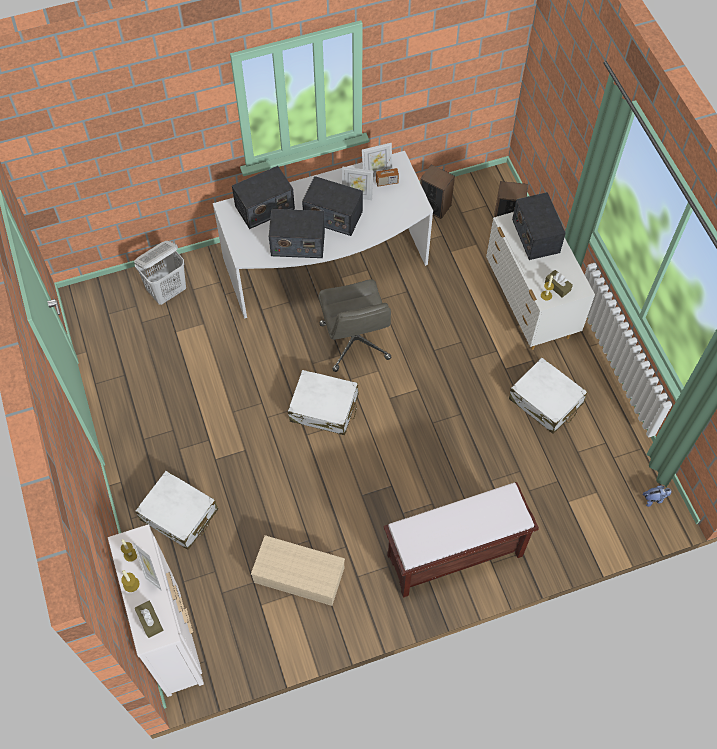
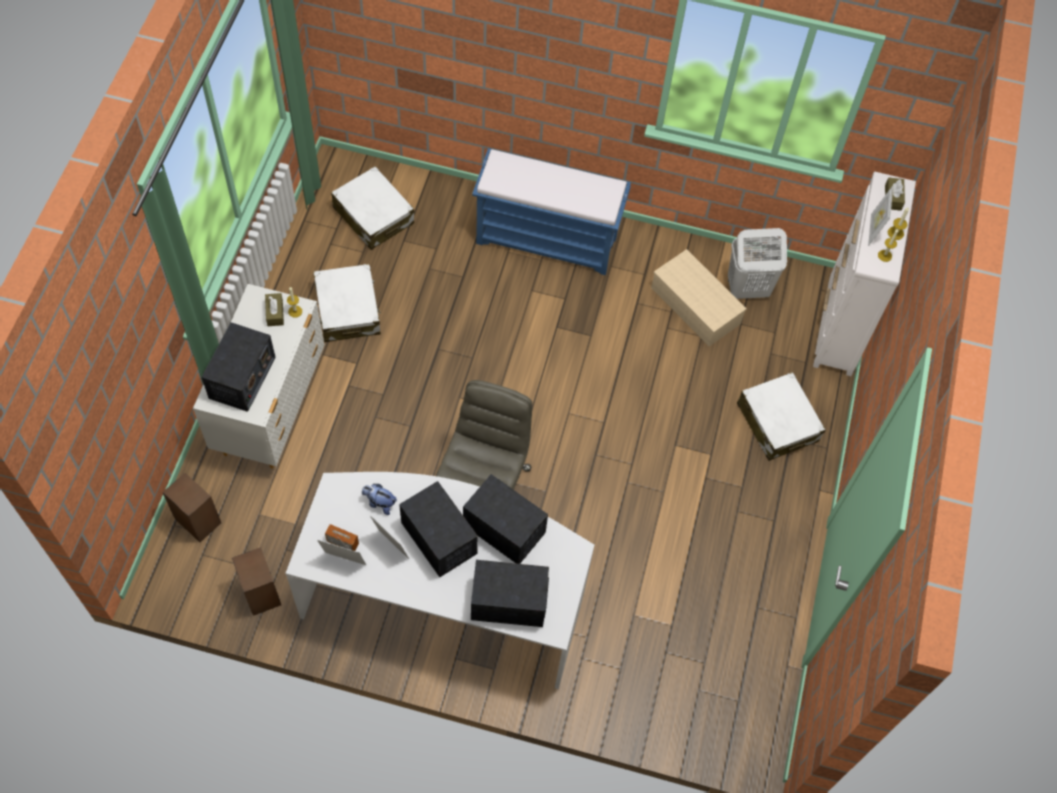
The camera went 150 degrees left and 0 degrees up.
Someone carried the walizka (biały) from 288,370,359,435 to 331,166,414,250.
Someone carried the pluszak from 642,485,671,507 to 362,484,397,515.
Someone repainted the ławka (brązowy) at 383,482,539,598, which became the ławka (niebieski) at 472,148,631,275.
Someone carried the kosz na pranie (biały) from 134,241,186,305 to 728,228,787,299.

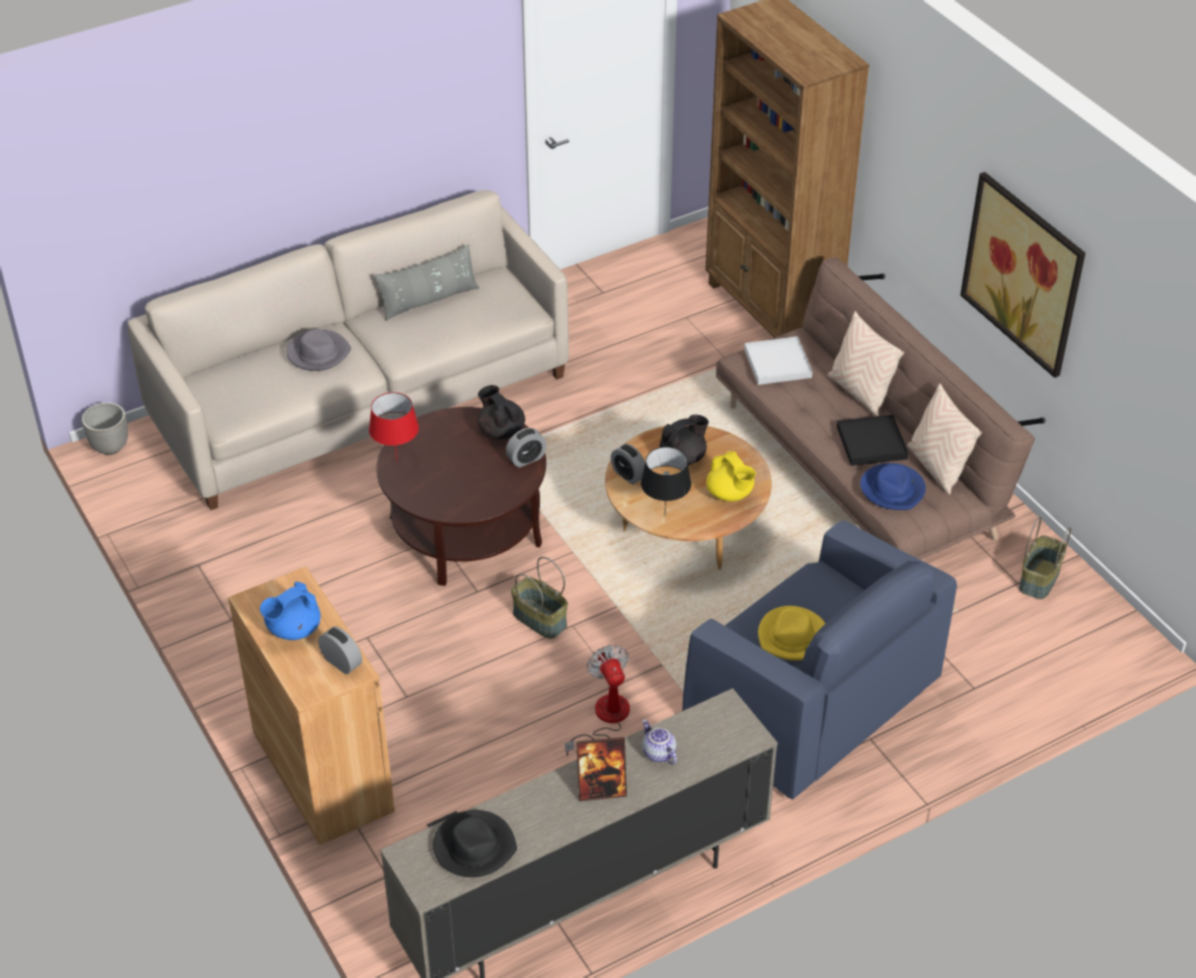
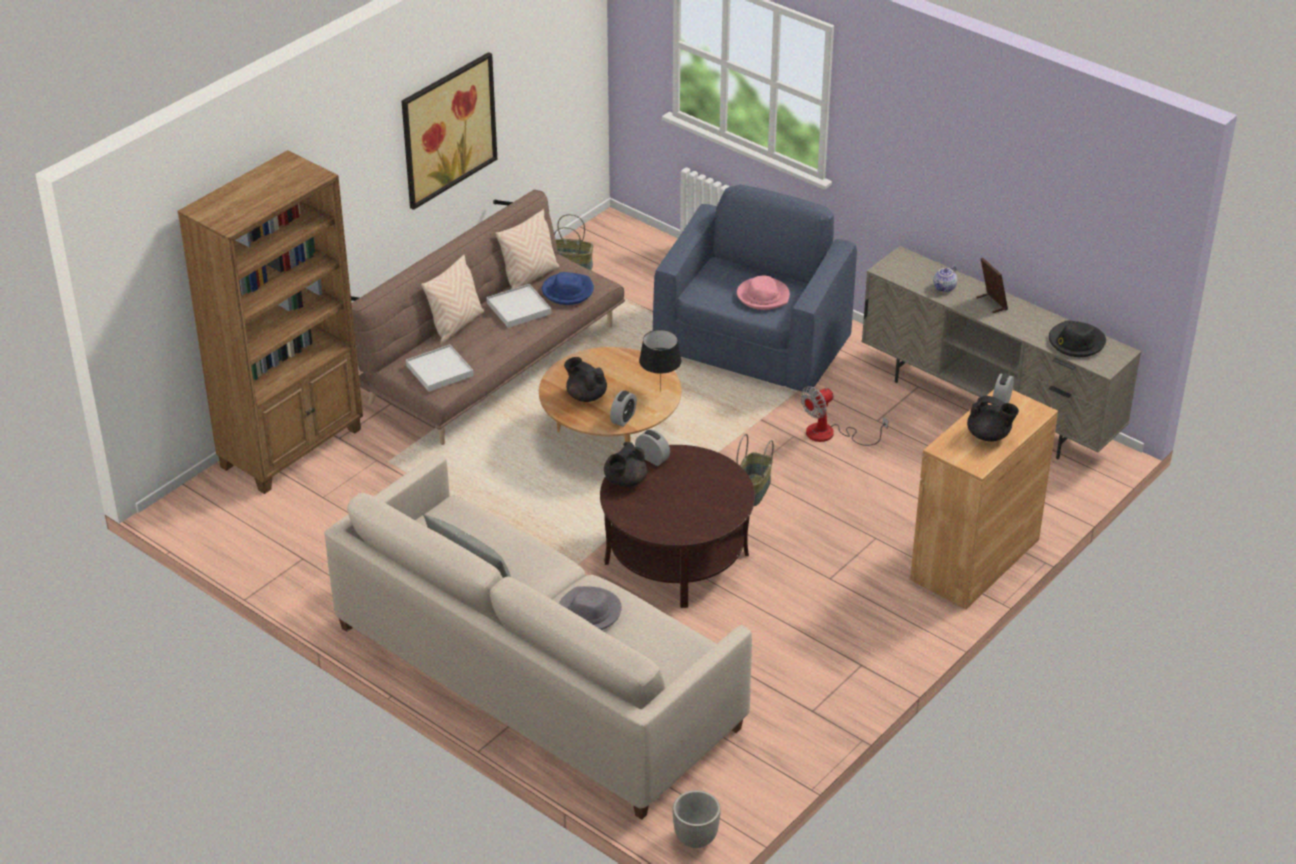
The camera went 110 degrees left and 5 degrees down.
Someone repainted the taca (czarny) at 837,415,908,466, which became the taca (biały) at 486,284,551,328.
Someone repainted the kapelusz (żółty) at 758,606,825,661, which became the kapelusz (różowy) at 737,276,790,310.
Someone repainted the imbryk (niebieski) at 260,582,321,640, which became the imbryk (czarny) at 967,396,1019,442.
Someone took away the lampa stołowa (czerwony) at 369,392,419,459.
Someone took away the imbryk (żółty) at 706,451,756,501.

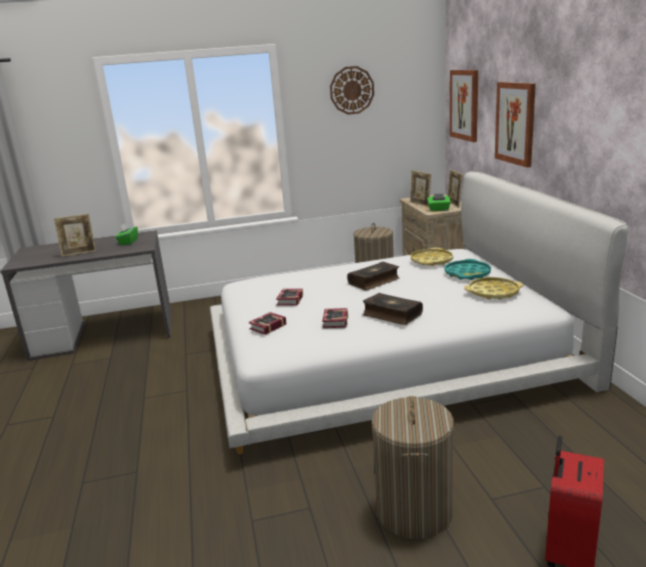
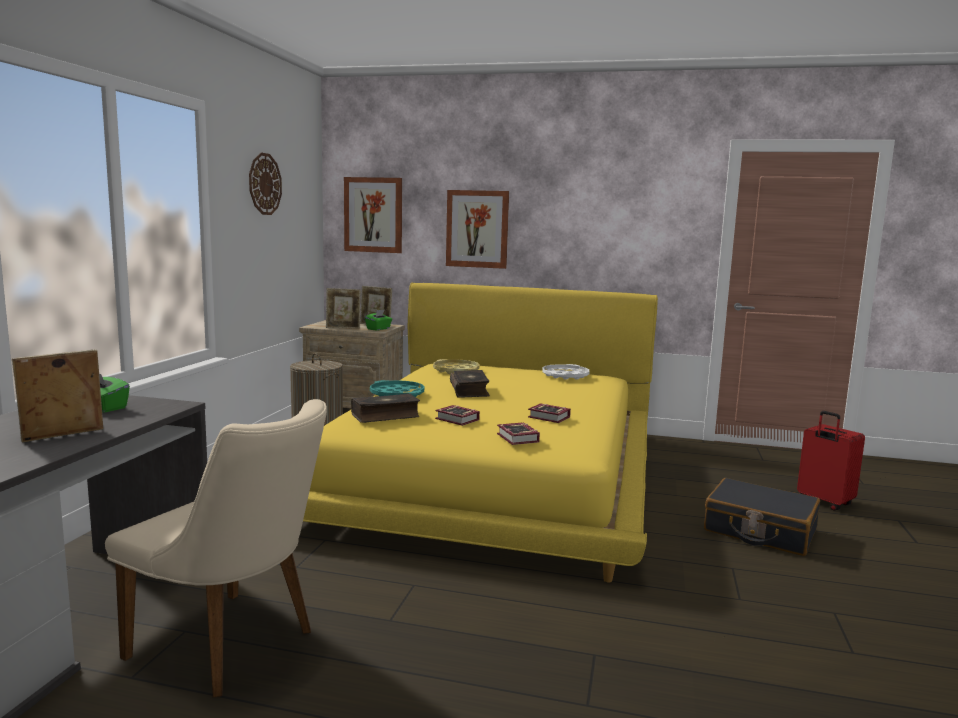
The camera went 65 degrees left and 10 degrees down.
Someone rotated the ramka na zdjęcie at 54,214,96,257 by 135 degrees counterclockwise.
Someone put down the krzesło (beżowy) at 105,399,327,697.
Someone repainted the łóżko (biały) at 210,171,628,454, which became the łóżko (żółty) at 303,283,658,582.
Someone carried the książka from 363,293,423,325 to 351,393,420,423.
Someone carried the taca (turkusowy) from 445,259,491,280 to 370,380,424,397.
Someone repainted the taca (żółty) at 464,277,523,300, which became the taca (biały) at 542,364,590,380.
Someone swapped the kosz na pranie at 372,396,454,539 for the walizka (czarny) at 704,478,820,556.

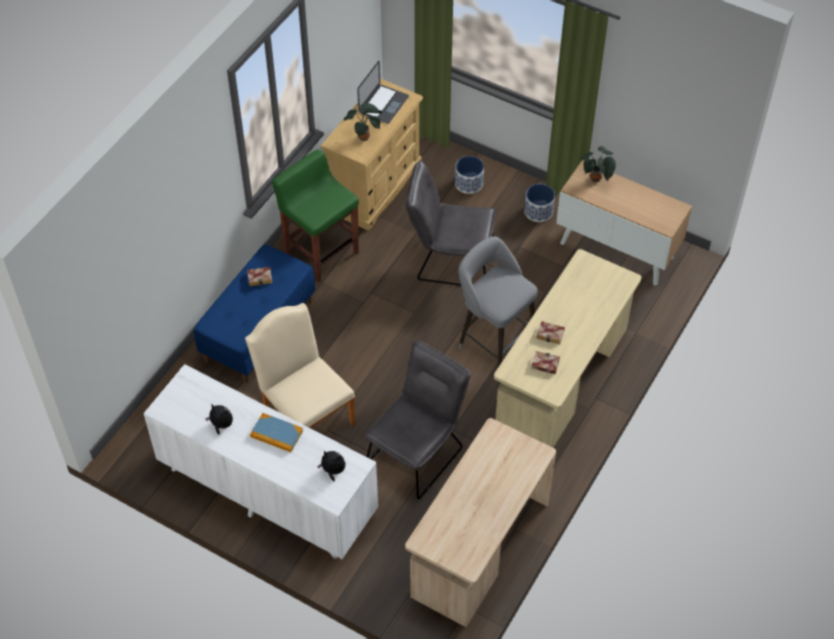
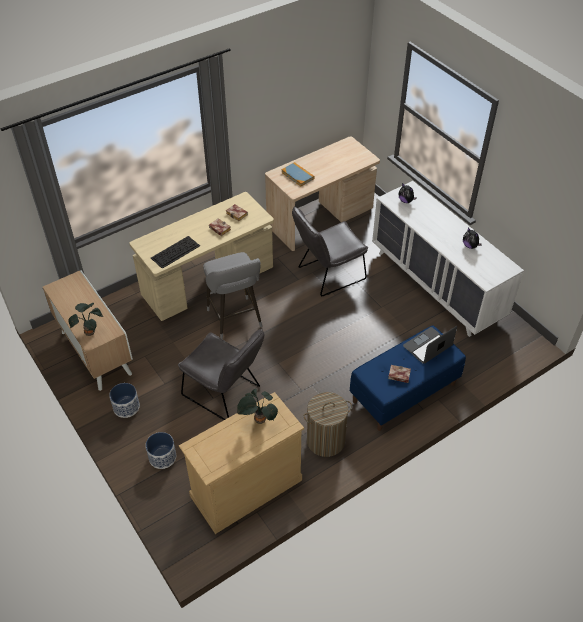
The camera went 155 degrees left and 5 degrees down.
Someone put down the klawiatura at 151,236,200,269.
Someone carried the książka from 250,413,303,452 to 281,162,315,186.
Someone swapped the stołek (zielony) at 272,149,359,283 for the kosz na pranie at 304,392,352,457.
Someone carried the laptop from 357,61,409,124 to 403,326,457,364.
Someone took away the krzesło (beżowy) at 245,303,355,428.

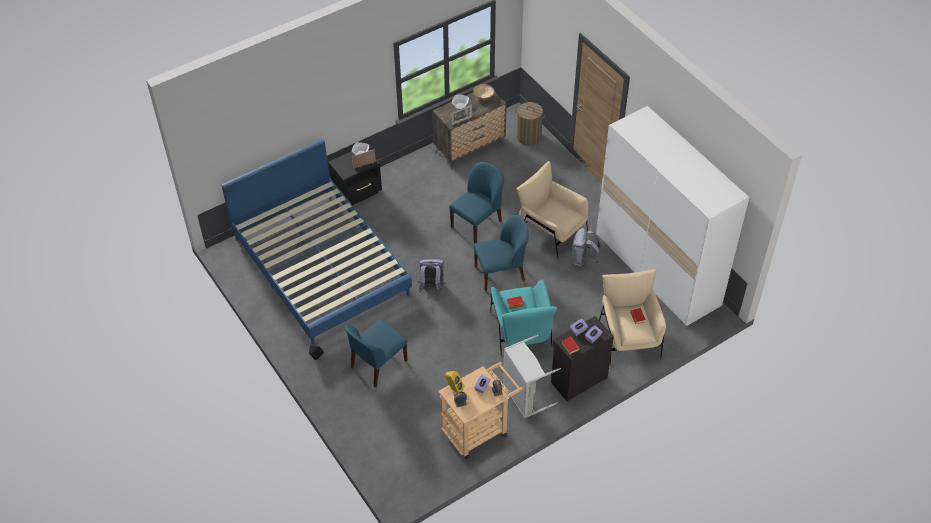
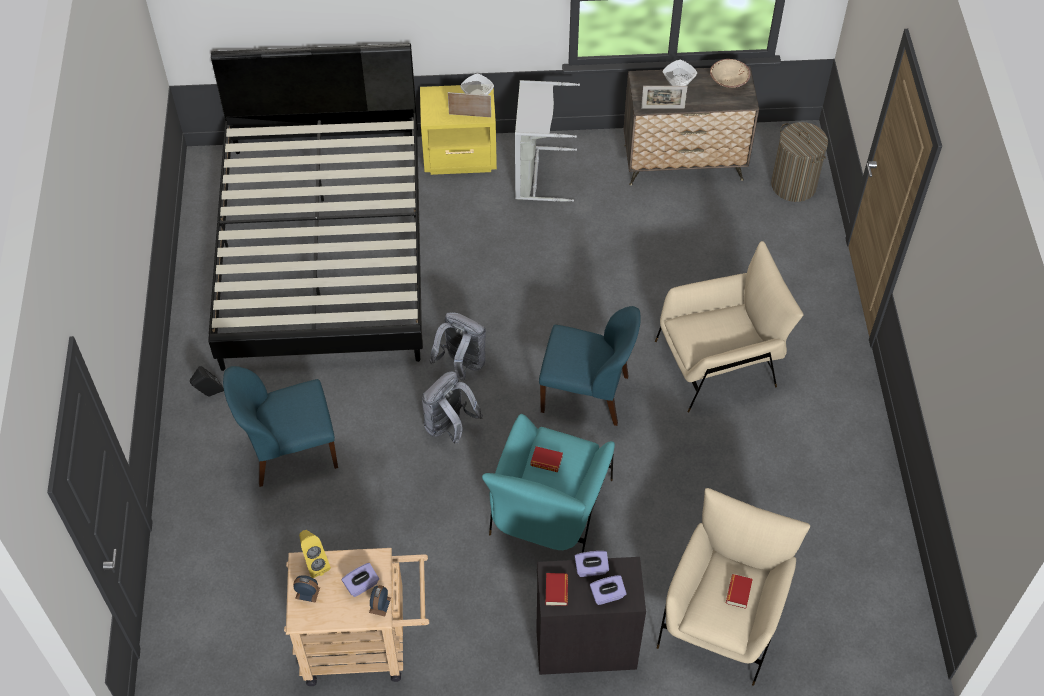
The camera went 30 degrees right and 5 degrees up.
Someone repainted the łóżko (niebieski) at 221,139,412,345, which became the łóżko (czarny) at 208,43,423,371.
Someone repainted the szafka nocna (czarny) at 328,150,382,205, which became the szafka nocna (żółty) at 420,85,497,175.
Someone carried the plecak (szary) from 572,228,601,267 to 422,371,483,445.
Someone carried the kosz na pranie (szary) from 503,335,561,418 to 515,80,580,202.
Someone rotated the fotel (beżowy) at 517,161,588,260 by 90 degrees clockwise.
Someone took away the krzesło (niebieski) at 449,162,504,243.
Someone took away the szafa (biały) at 596,106,750,326.

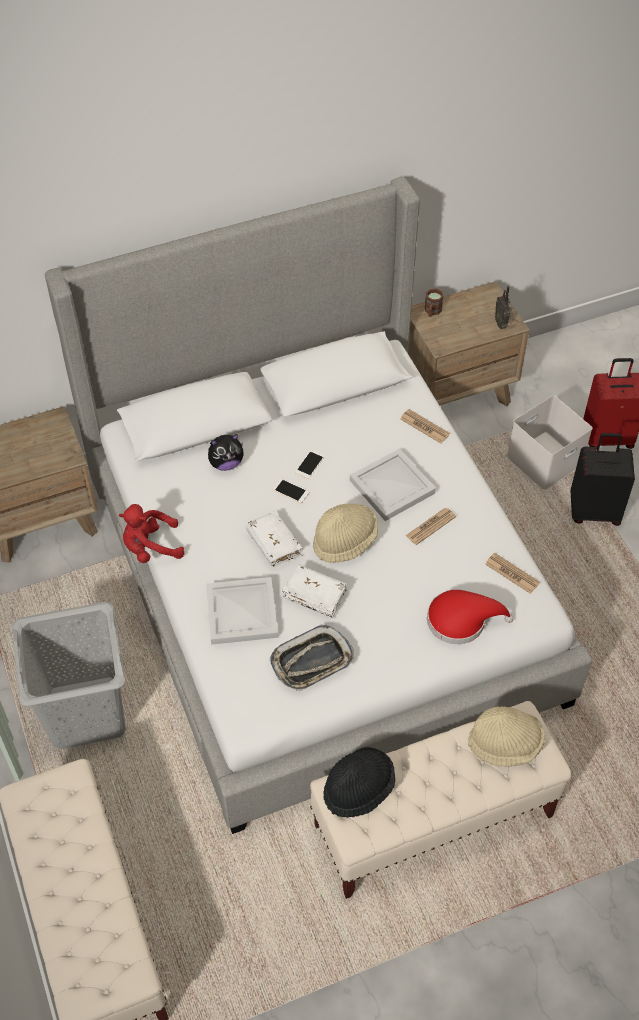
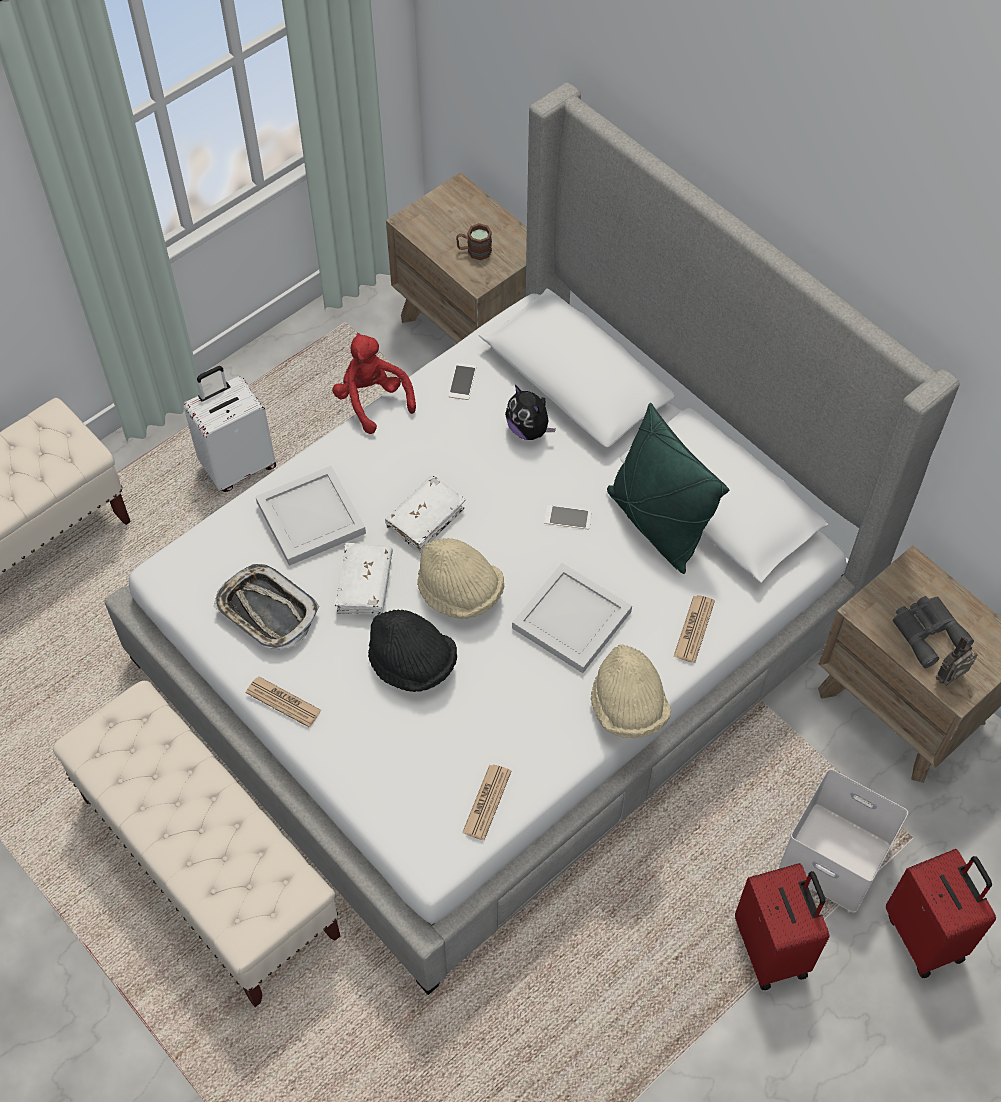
The camera went 70 degrees right and 5 degrees up.
Someone swapped the kosz na pranie (szary) at 12,602,126,749 for the walizka (biały) at 183,366,276,492.
Someone carried the gazeta from 406,508,456,545 to 246,677,322,727.
Someone carried the kapelusz (czarny) from 323,747,395,818 to 368,609,457,692.
Someone carried the telefon from 273,479,309,503 to 448,363,477,400.
Someone carried the kubek (brązowy) from 425,288,444,317 to 456,223,492,260.
Someone carried the kapelusz (beżowy) from 468,706,545,767 to 591,644,671,738.
Someone put down the poduszka (zielony) at 607,403,729,574.
Someone repainted the walizka (czarny) at 570,433,635,526, which became the walizka (czerwony) at 735,863,829,990.
Someone put down the lornetka (szary) at 892,596,974,668.
Someone took away the kapelusz (czerwony) at 427,590,514,644.

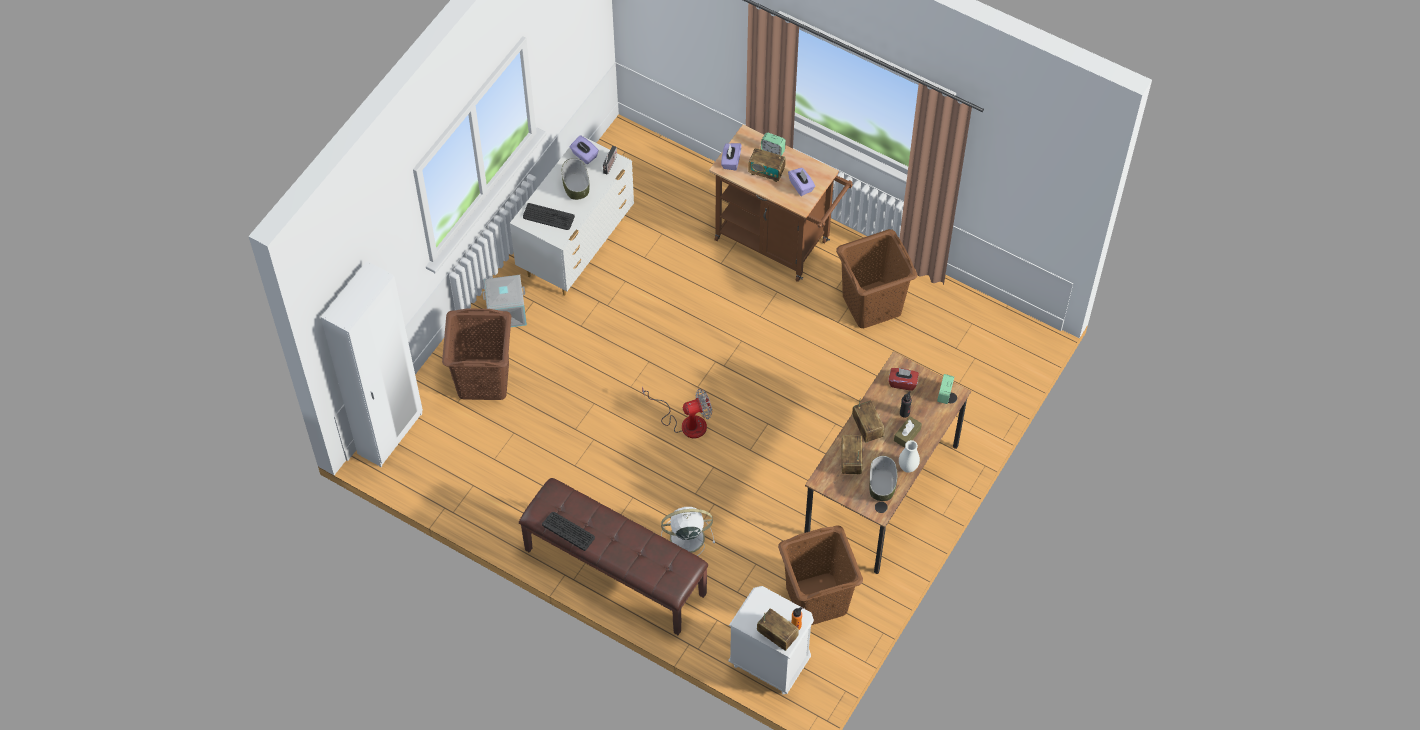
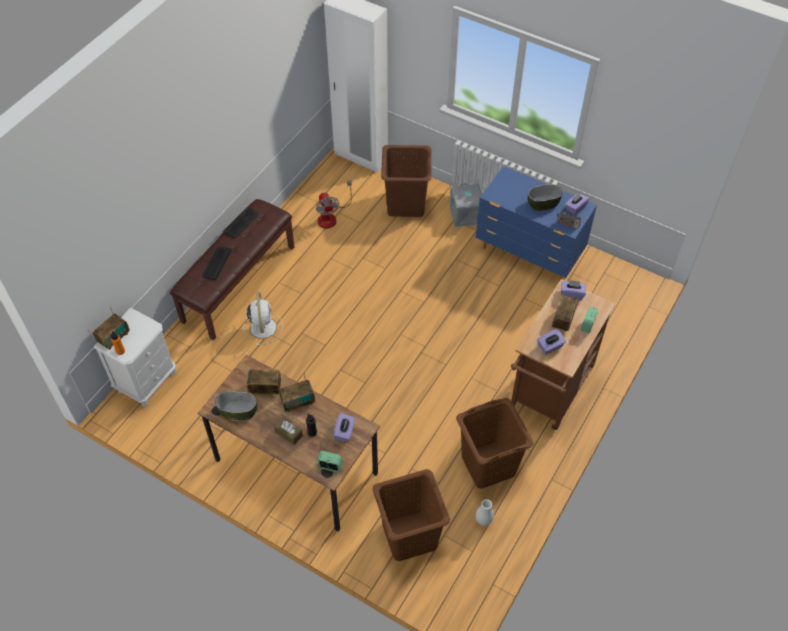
The camera went 90 degrees right and 5 degrees down.
Someone carried the klawiatura from 523,203,575,230 to 202,246,231,280.
Someone carried the wentylator from 642,387,712,438 to 316,180,352,228.
Someone repainted the pudełko chusteczek (czerwony) at 888,368,919,391, which became the pudełko chusteczek (fioletowy) at 333,413,355,442.
Someone carried the kosz na pranie (brązowy) from 778,525,863,625 to 372,469,450,561.
Someone repainted the komoda (biały) at 510,134,634,296, which became the komoda (niebieski) at 475,166,597,283.
Someone carried the wazon (biały) from 899,440,920,473 to 476,499,494,526.

